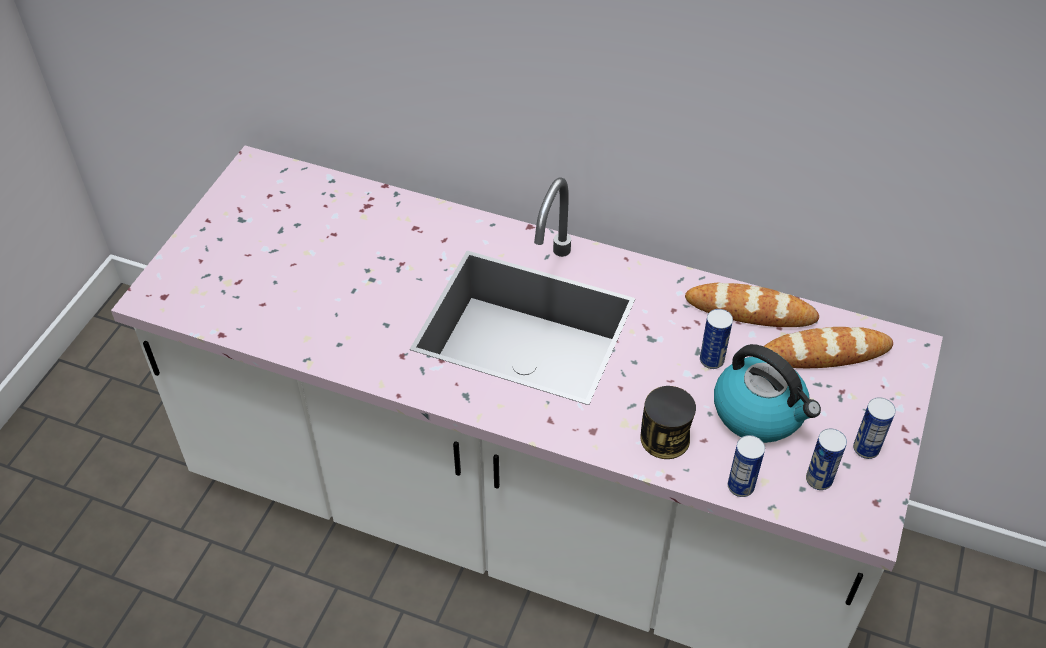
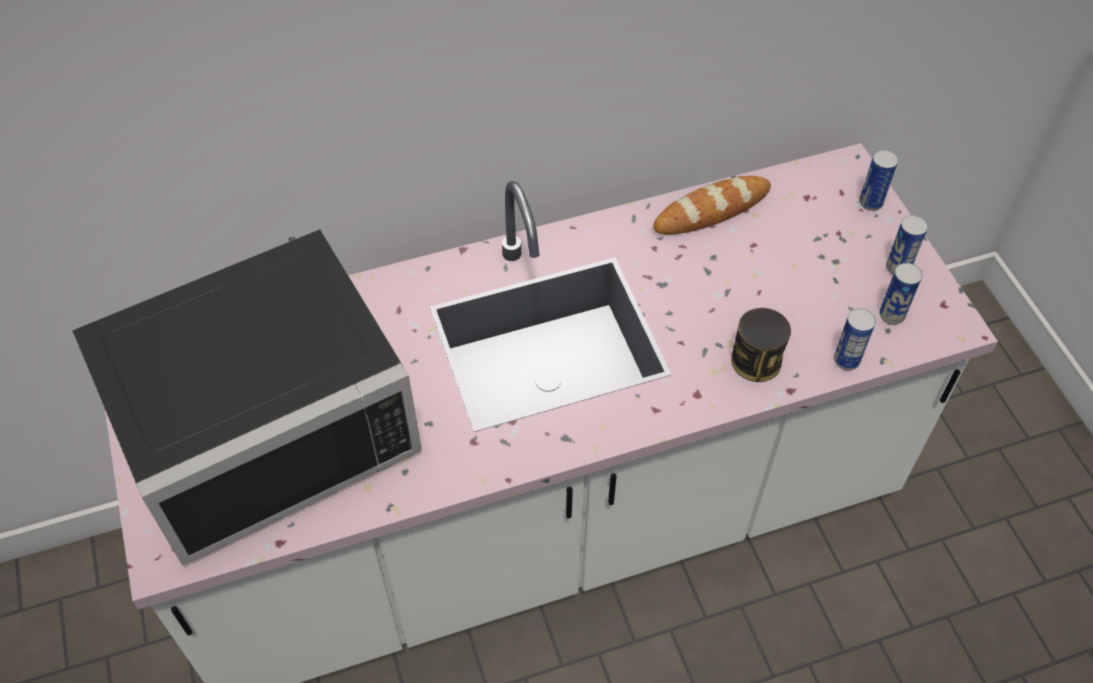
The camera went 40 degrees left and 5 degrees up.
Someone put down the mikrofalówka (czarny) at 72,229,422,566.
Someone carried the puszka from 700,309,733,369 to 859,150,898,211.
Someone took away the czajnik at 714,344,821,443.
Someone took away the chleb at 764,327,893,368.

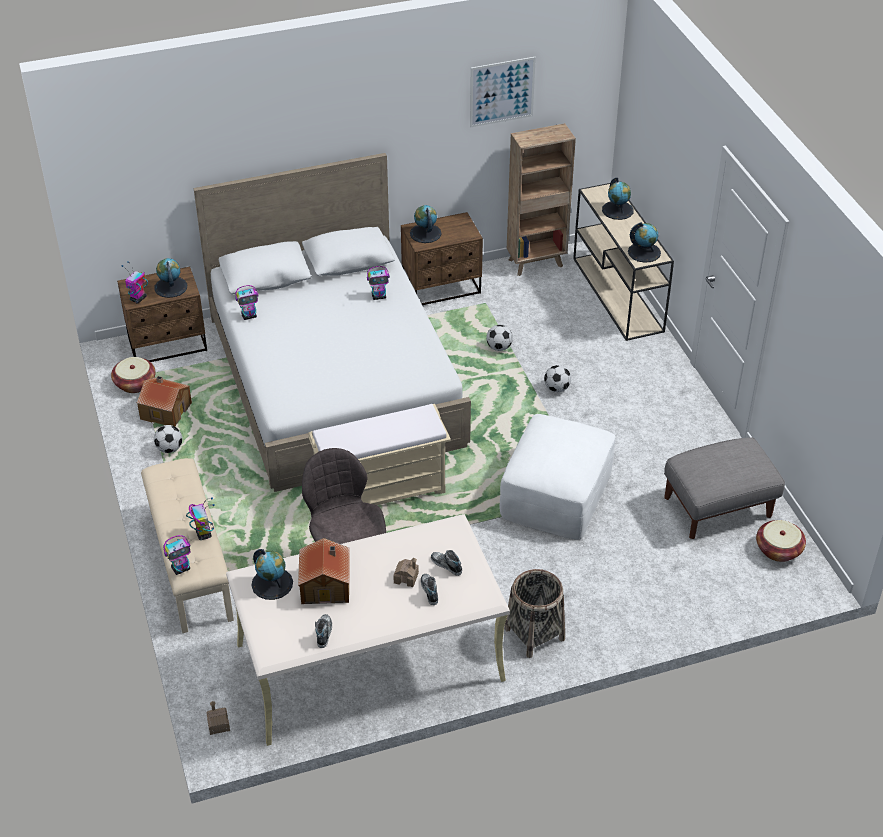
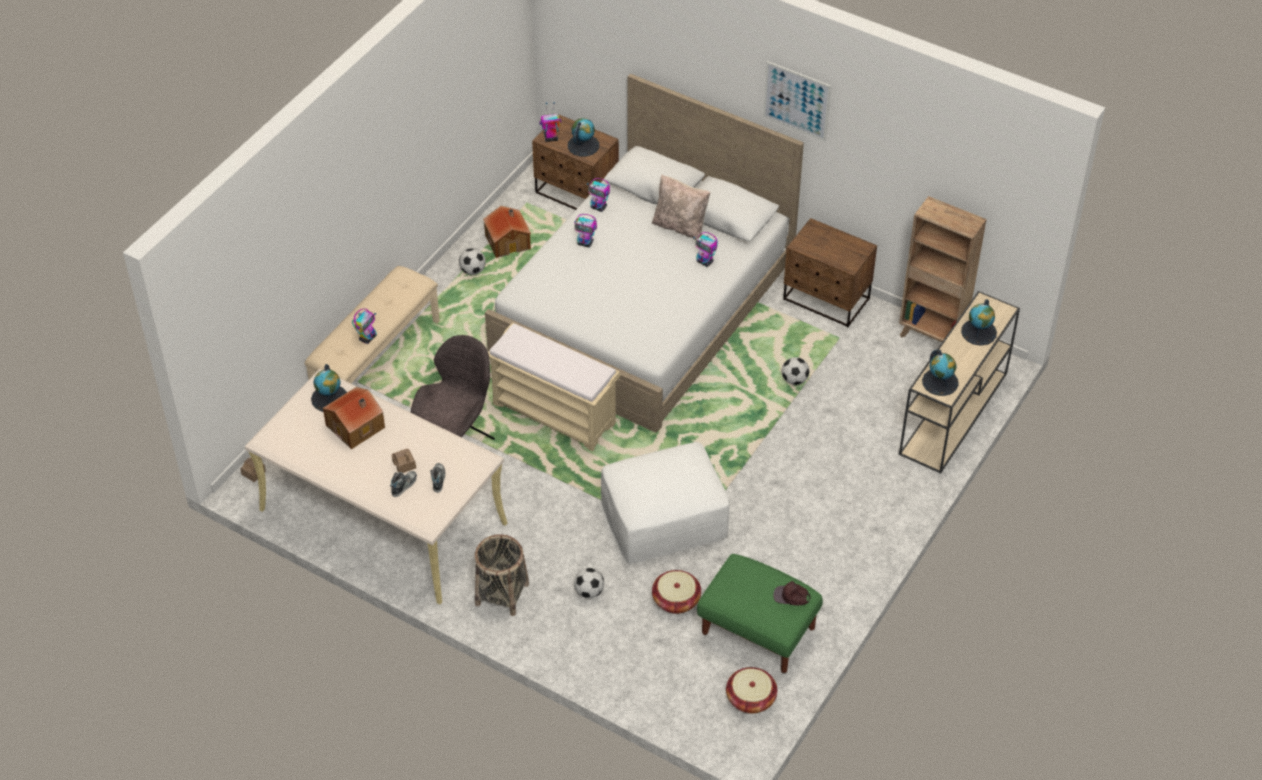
The camera went 50 degrees right and 5 degrees up.
Someone carried the robot zabawkowy from 164,535,191,575 to 574,214,597,248.
Someone carried the piłka futbolowa from 544,365,571,392 to 574,568,604,598.
Someone put down the poduszka (beżowy) at 652,174,710,240.
Someone carried the koszyk from 111,357,156,393 to 652,570,701,614.
Someone repainted the pufa (szary) at 664,437,785,539, which became the pufa (zielony) at 697,554,823,673.
Someone carried the obraz from 470,57,536,127 to 763,61,831,141.
Someone put down the czapka z daszkiem (brązowy) at 773,581,811,605.
Someone took away the but at 315,614,332,648.
Someone took away the globus at 410,205,442,243.

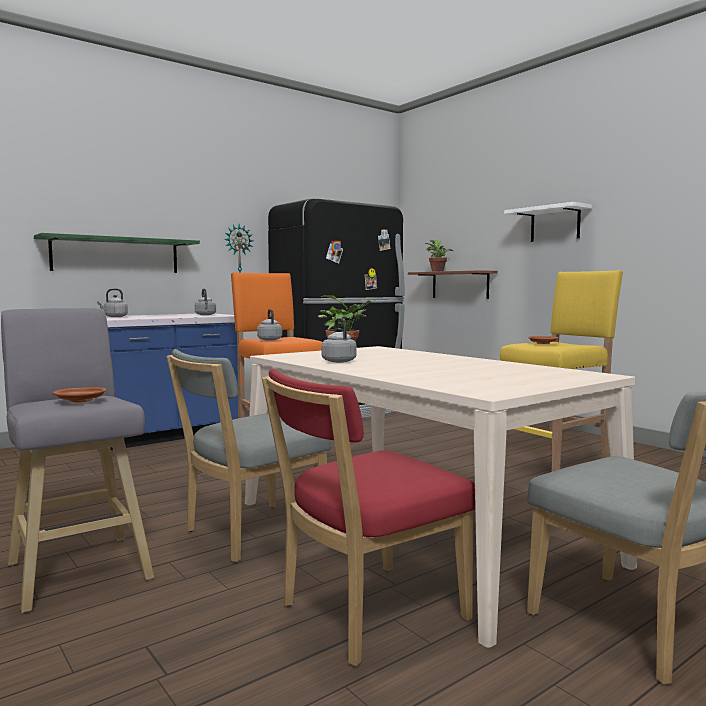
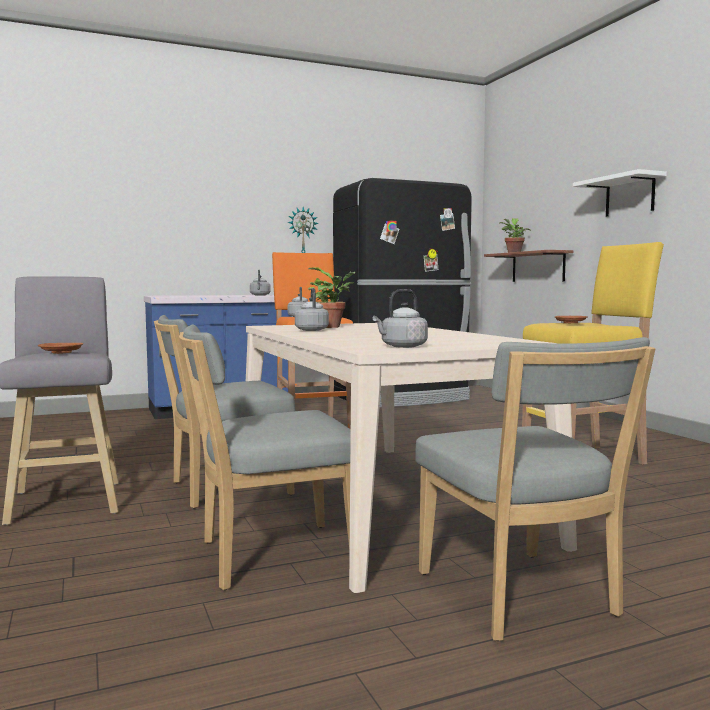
The camera went 15 degrees right and 0 degrees up.
Someone repainted the krzesło (czerwony) at 262,369,475,666, which became the krzesło (szary) at 179,324,351,590.
Someone carried the czajnik (szary) from 97,289,128,317 to 373,289,428,348.
Someone took away the półka (zielony) at 34,233,200,273.

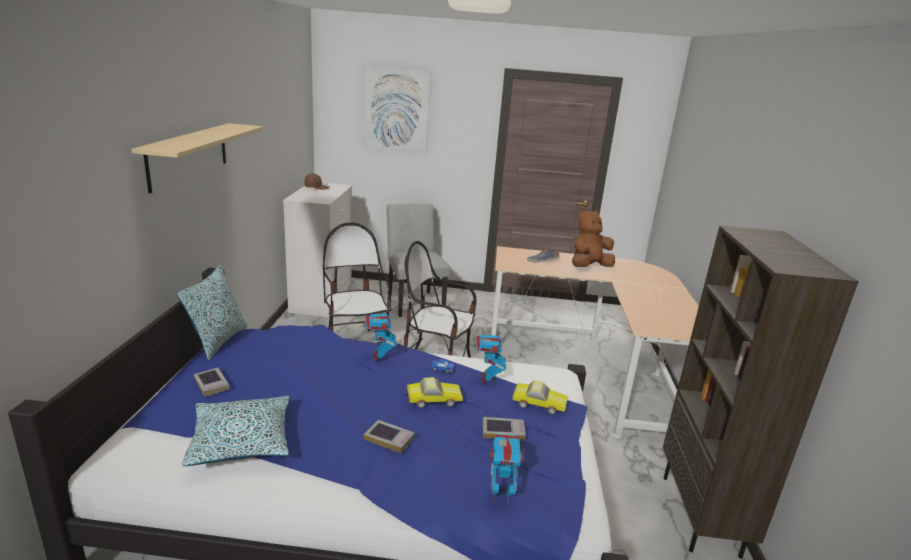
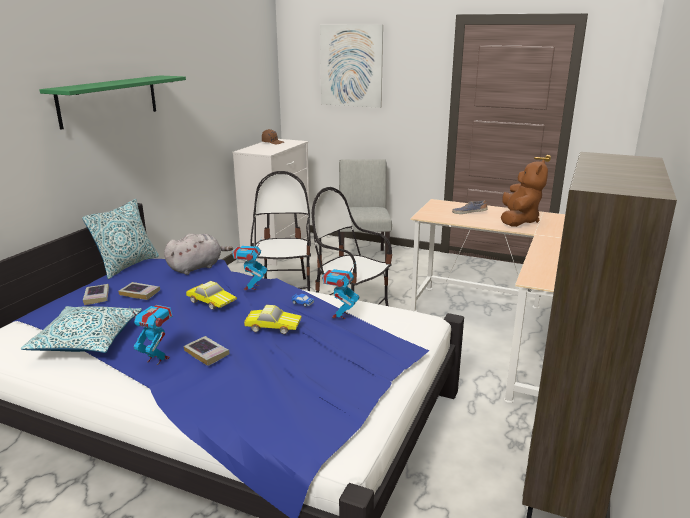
The camera went 20 degrees right and 0 degrees up.
Someone repainted the półka (beżowy) at 131,123,263,194, which became the półka (zielony) at 39,75,186,130.
Someone carried the książka from 483,417,526,441 to 118,282,160,300.
Someone carried the robot zabawkowy from 490,434,525,503 to 129,305,173,365.
Someone put down the pluszak (szary) at 164,233,233,275.
Someone carried the samochodzik from 512,380,568,414 to 186,281,237,310.
Someone rotated the pluszak (brązowy) at 572,210,615,267 by 120 degrees clockwise.

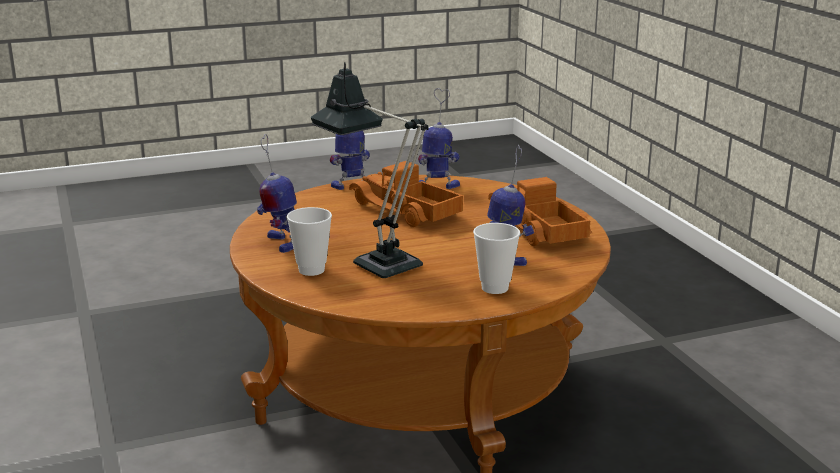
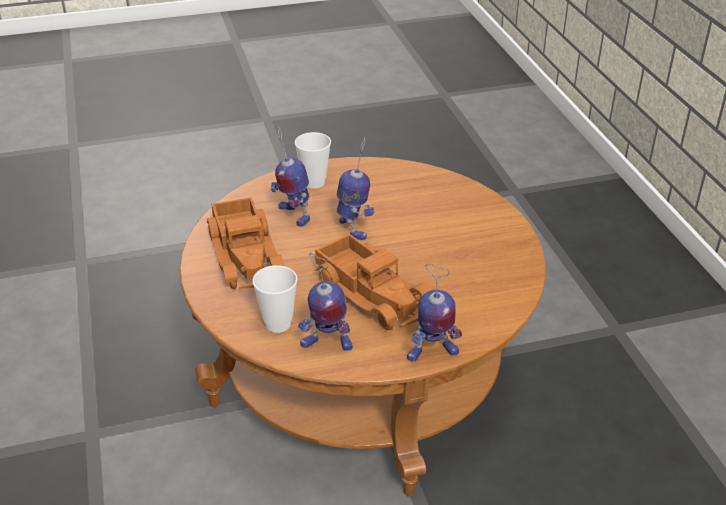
The camera went 175 degrees left and 15 degrees up.
Someone carried the filiżanka from 287,207,332,276 to 252,265,298,333.
Someone carried the robot zabawkowy from 257,134,297,253 to 337,137,374,241.
Someone took away the lampa stołowa at 311,62,428,278.

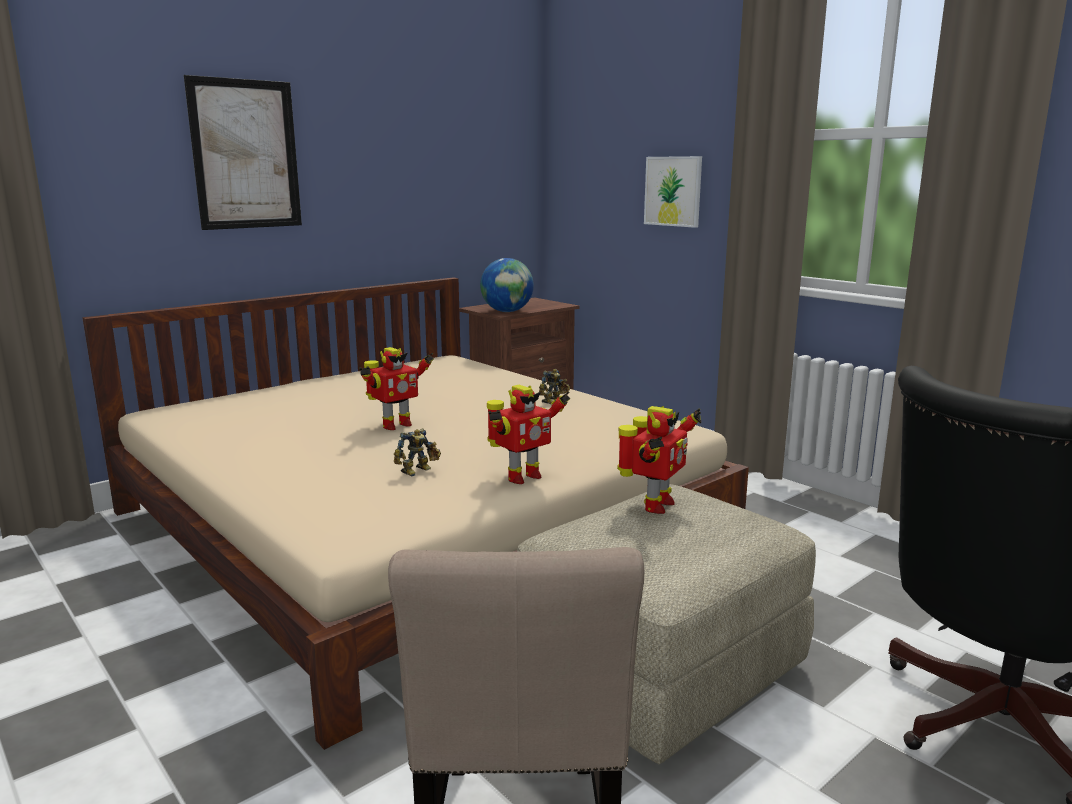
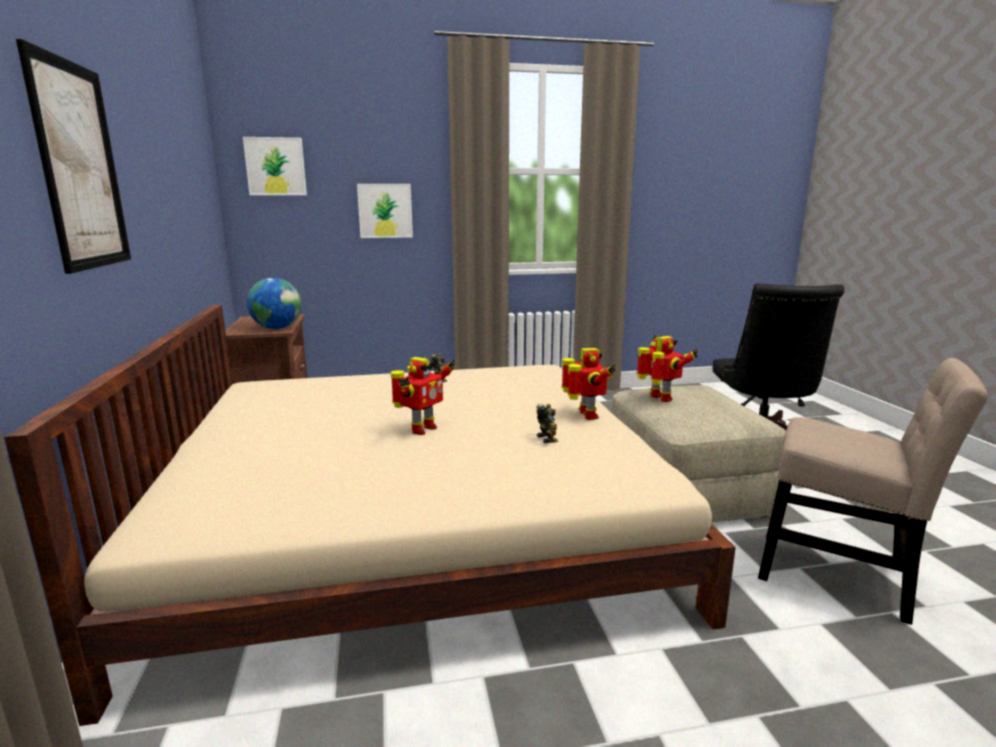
The camera went 60 degrees left and 0 degrees up.
Someone put up the obraz at 243,137,307,195.
Someone rotated the robot zabawkowy at 359,347,434,430 by 45 degrees clockwise.

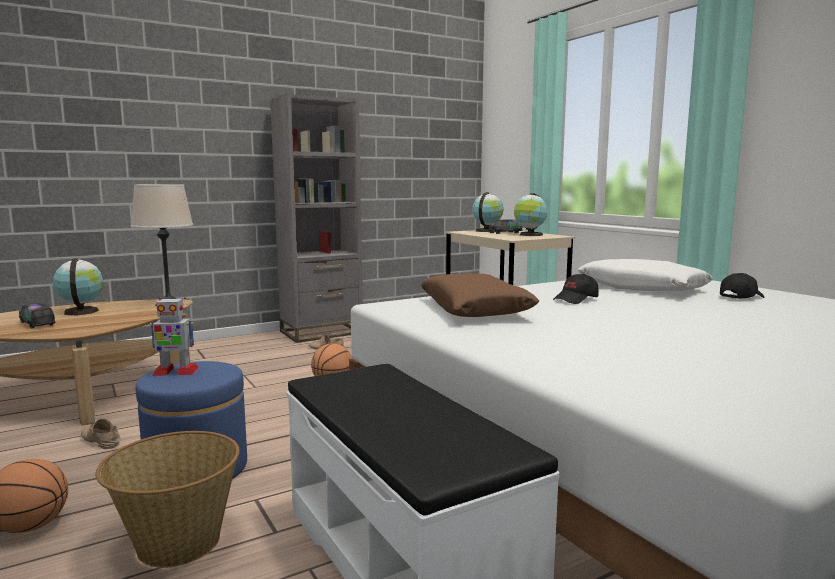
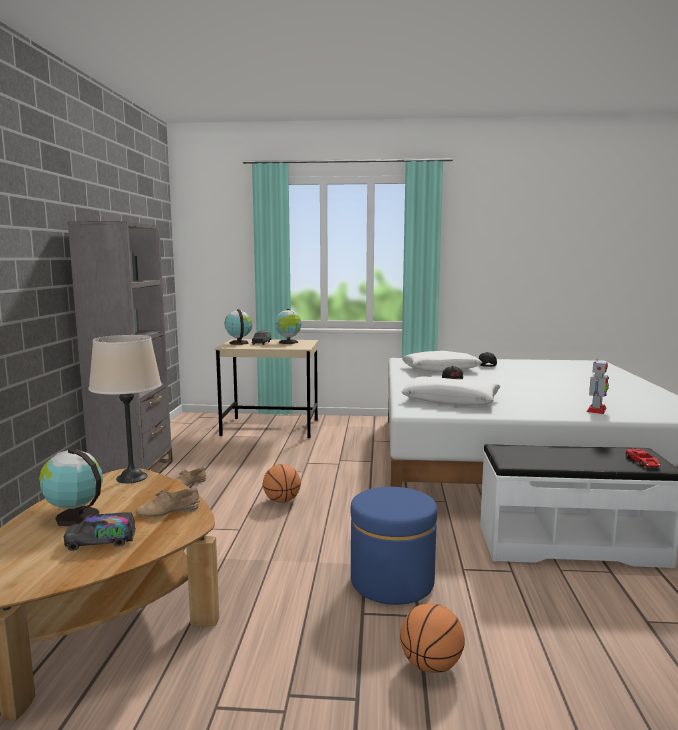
The camera went 55 degrees left and 0 degrees up.
Someone carried the but (beżowy) from 81,418,120,449 to 135,488,200,517.
Someone repainted the poduszka (brązowy) at 421,273,539,317, which became the poduszka (biały) at 402,377,501,406.
Someone carried the robot zabawkowy from 150,297,199,376 to 587,359,609,414.
Someone put down the samochodzik (czerwony) at 626,449,660,468.
Someone took away the koszyk at 95,431,240,568.

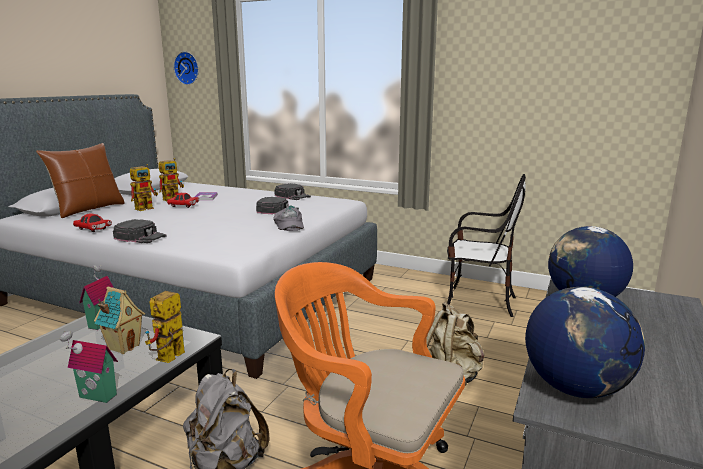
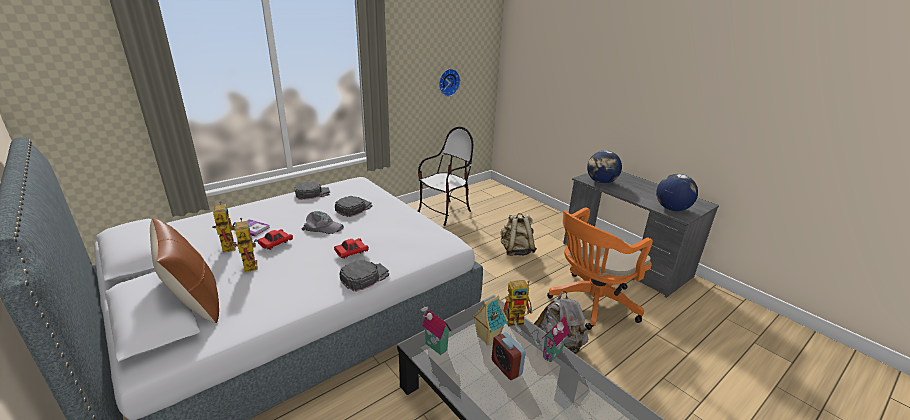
The camera went 65 degrees left and 10 degrees up.
Someone carried the czapka z daszkiem (szary) from 273,205,304,231 to 302,211,344,234.
Someone carried the samochodzik (czerwony) from 73,213,112,232 to 334,238,369,259.
Someone carried the zegar ścienny from 174,52,199,85 to 439,69,460,96.
Someone put down the budzik at 492,332,525,380.
Someone rotated the robot zabawkowy at 145,291,185,363 by 60 degrees counterclockwise.

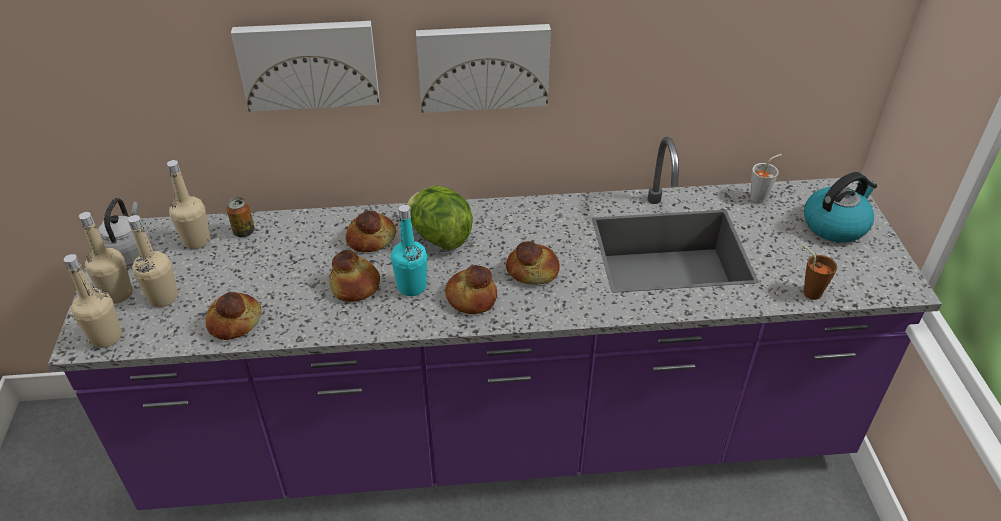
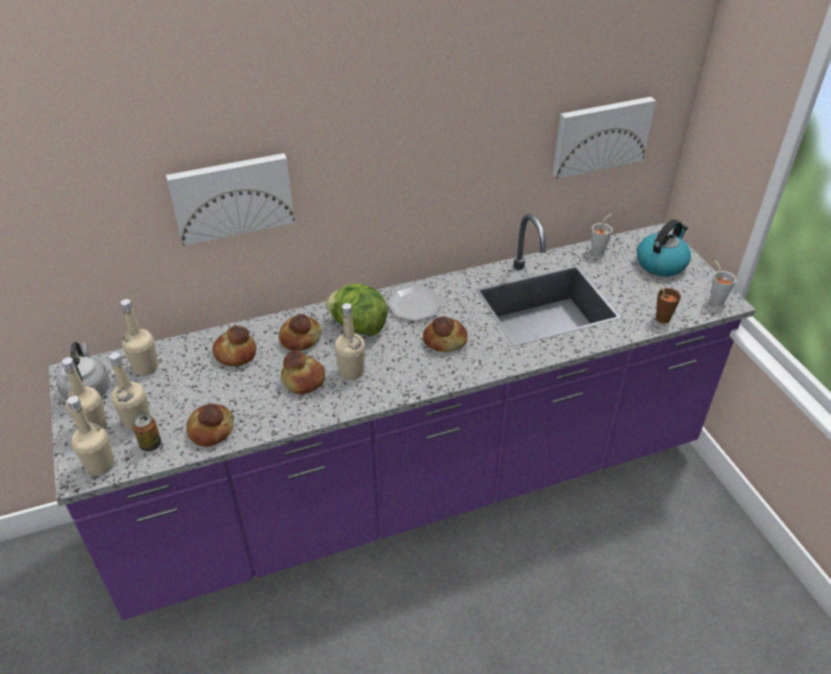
The camera went 15 degrees left and 0 degrees up.
Someone carried the puszka from 226,197,255,237 to 132,413,161,451.
Someone carried the chleb from 445,265,497,314 to 212,326,256,366.
Someone repainted the butelka (turkusowy) at 391,205,427,296, which became the butelka (beżowy) at 334,303,365,380.
Someone put down the talerz at 387,285,442,321.
Someone carried the obraz from 416,24,551,113 to 553,97,656,179.
Someone put down the filiżanka (szary) at 710,260,736,306.

